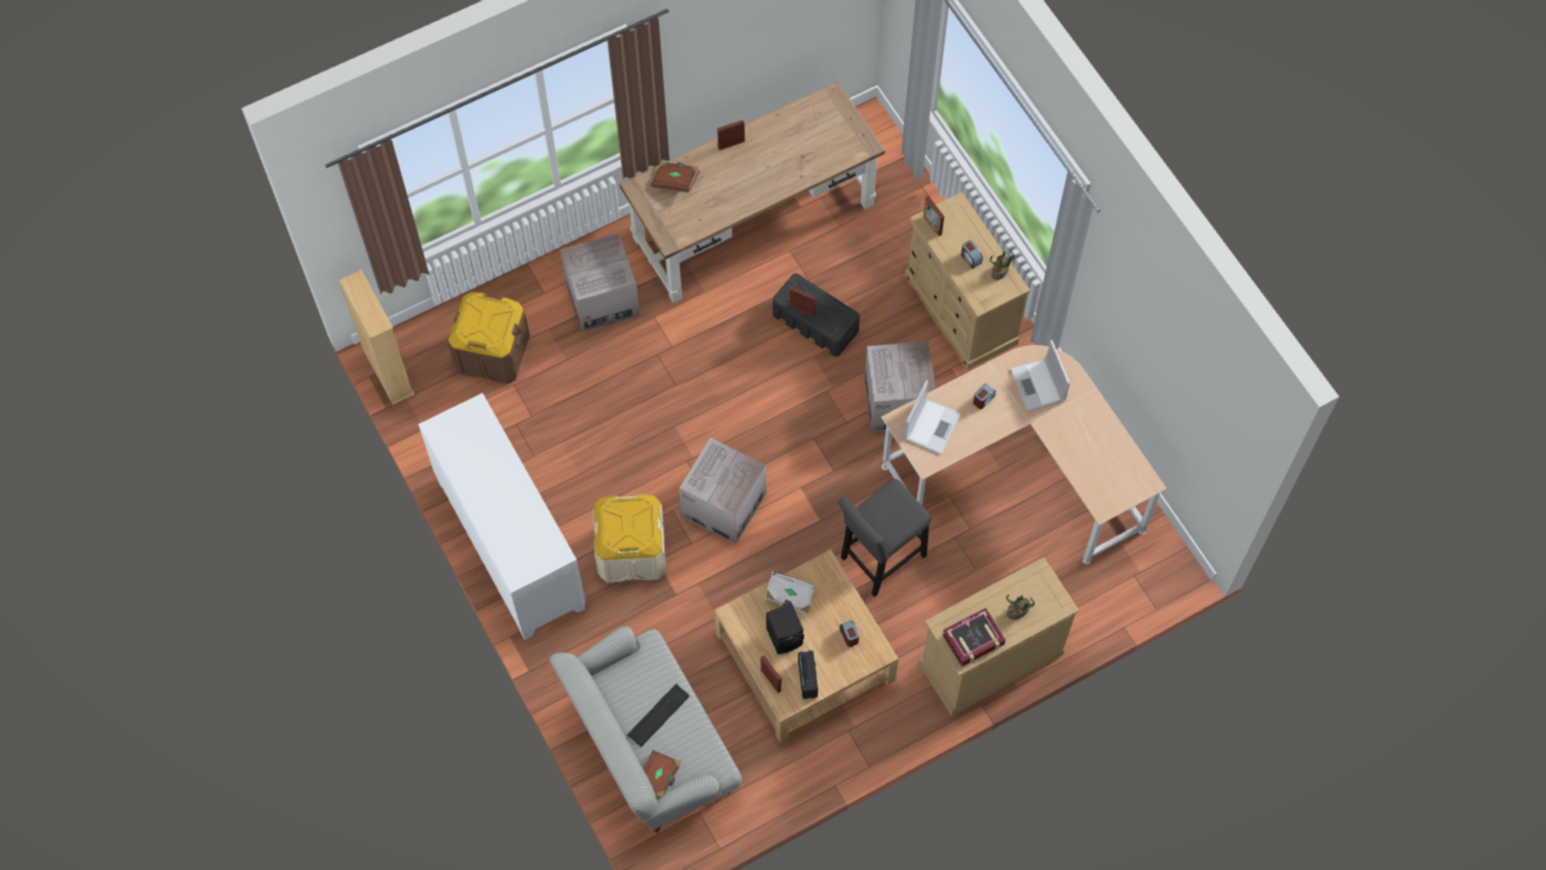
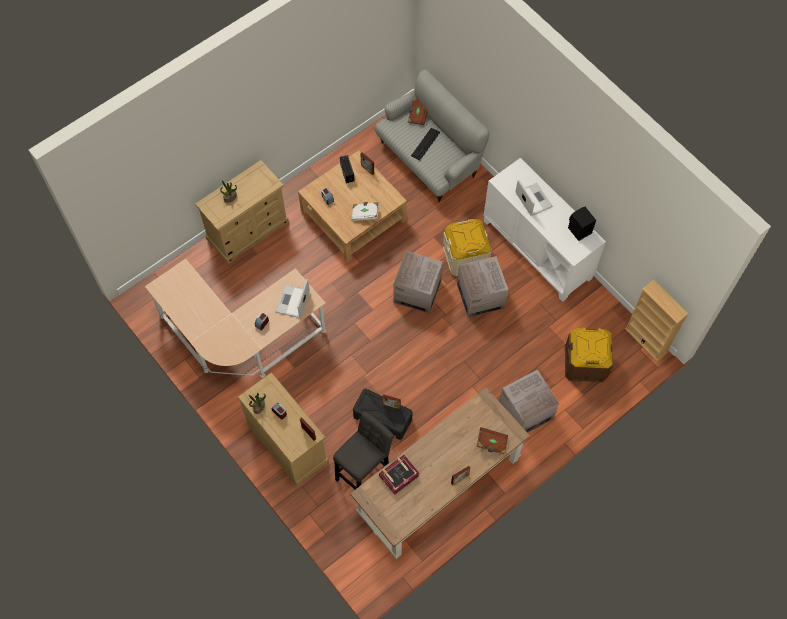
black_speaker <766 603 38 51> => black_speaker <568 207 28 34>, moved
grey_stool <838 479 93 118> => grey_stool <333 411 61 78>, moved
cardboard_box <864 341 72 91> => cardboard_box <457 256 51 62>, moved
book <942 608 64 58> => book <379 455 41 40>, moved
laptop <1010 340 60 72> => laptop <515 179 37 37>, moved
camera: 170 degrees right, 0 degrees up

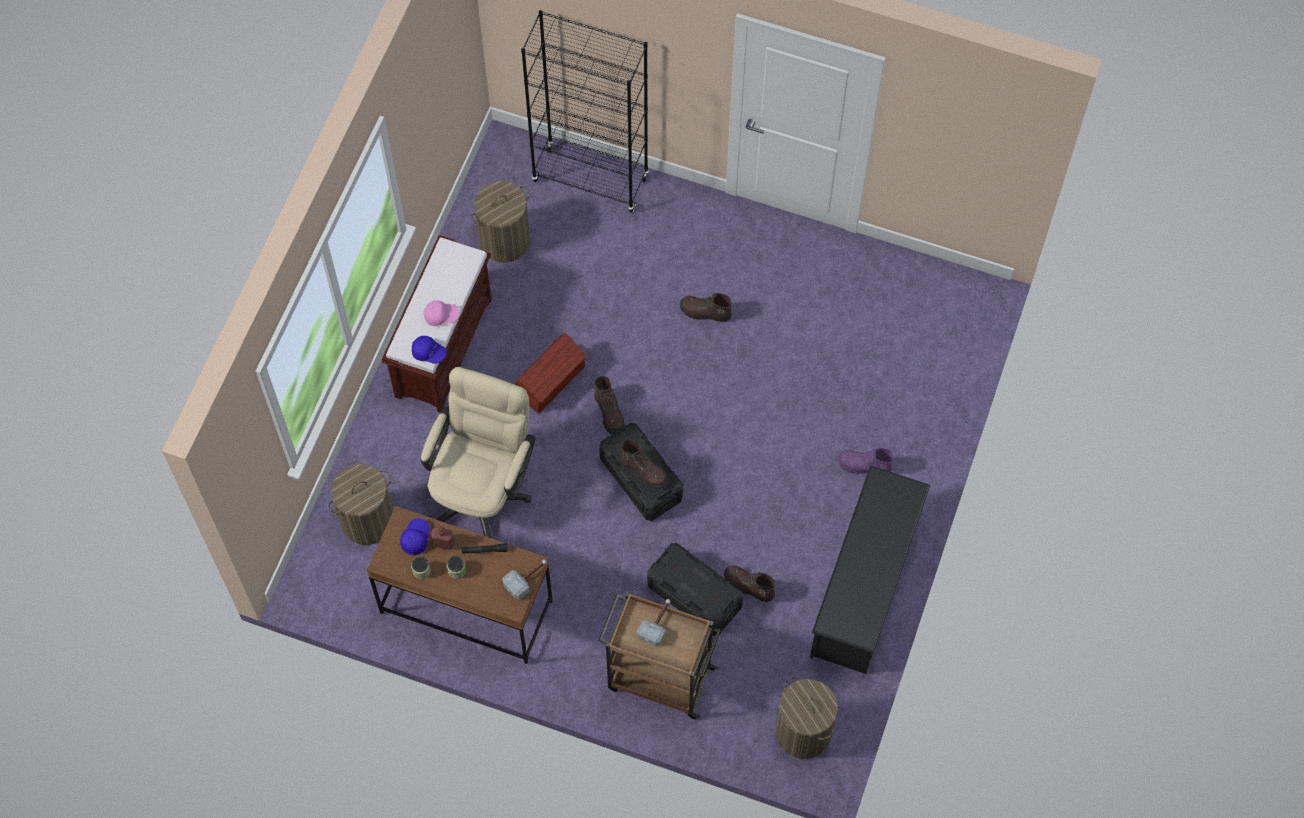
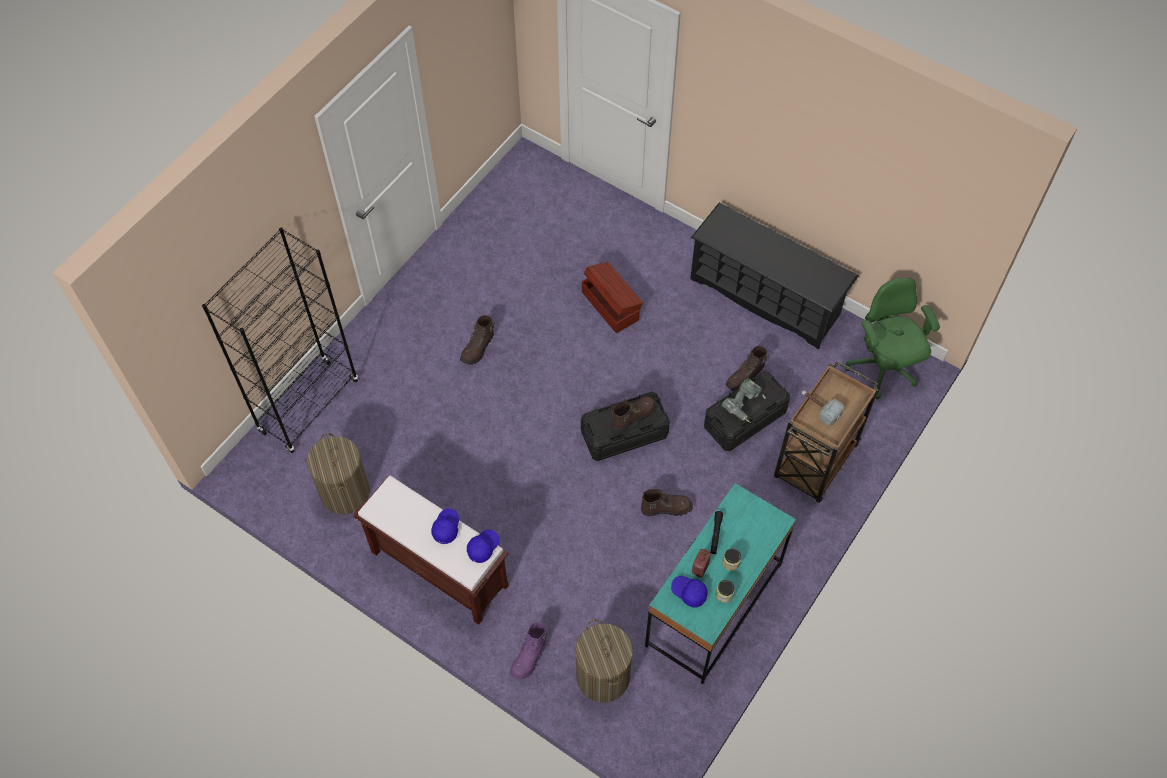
beige_office_chair <421 367 114 171> => nothing
hammer <502 559 45 41> => nothing
nothing => power_drill <722 379 44 44>
brown_storage_box <515 333 72 80> => brown_storage_box <582 262 61 71>, moved
brown_boot <593 376 32 59> => brown_boot <641 489 52 27>, moved
purple_boot <838 448 56 26> => purple_boot <510 622 37 58>, moved
laundry_basket <775 677 63 82> => green_office_chair <845 278 95 121>
brown_desk <367 506 186 158> => turquoise_desk <645 483 151 201>
pink_cap <423 300 37 26> => blue_cap <431 508 28 36>
camera: 75 degrees left, 5 degrees down

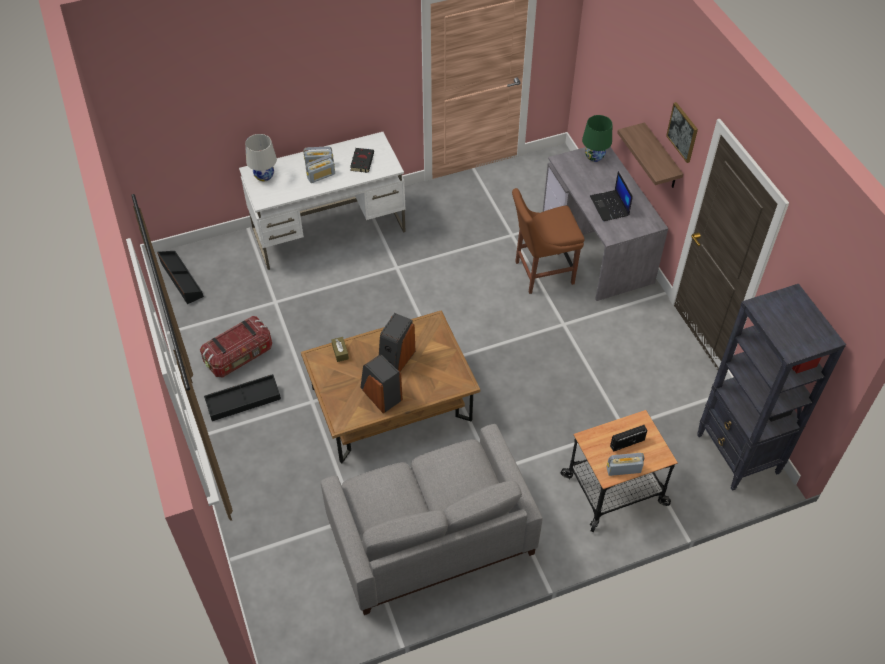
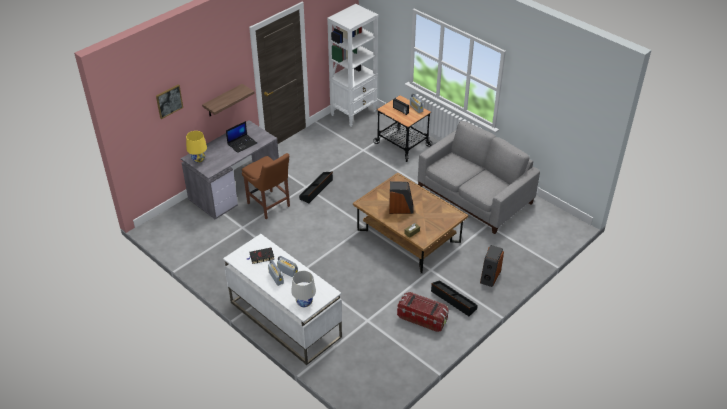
black_storage_box <157 251 47 53> => black_storage_box <299 172 34 31>, moved
speaker <360 354 43 60> => speaker <480 245 24 42>, moved
picture <666 102 32 61> => picture <156 85 27 34>, moved
green_table_lamp <582 115 30 47> => yellow_table_lamp <186 131 21 32>
black_bookcase <697 284 149 207> => white_bookcase <327 4 51 123>
camera: 115 degrees left, 10 degrees down

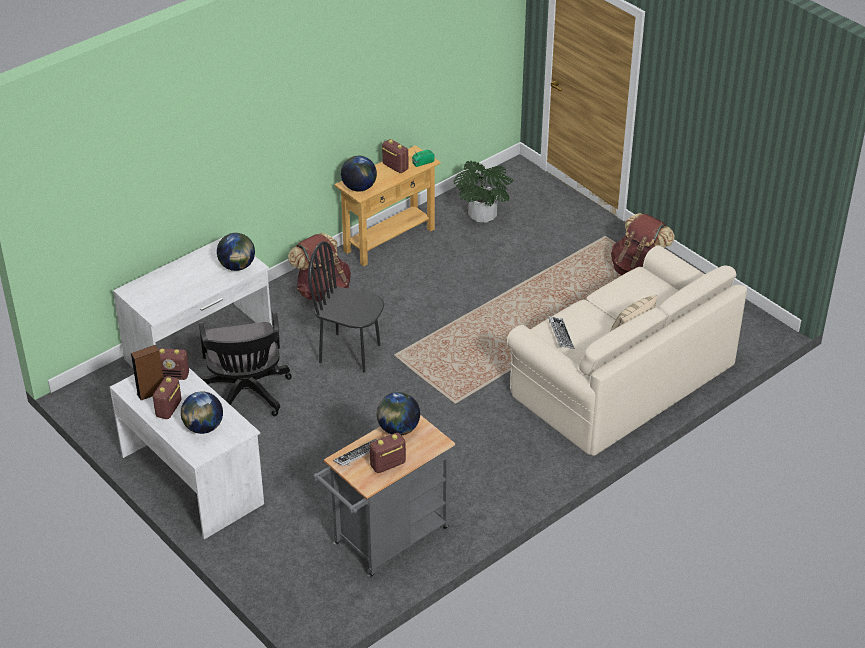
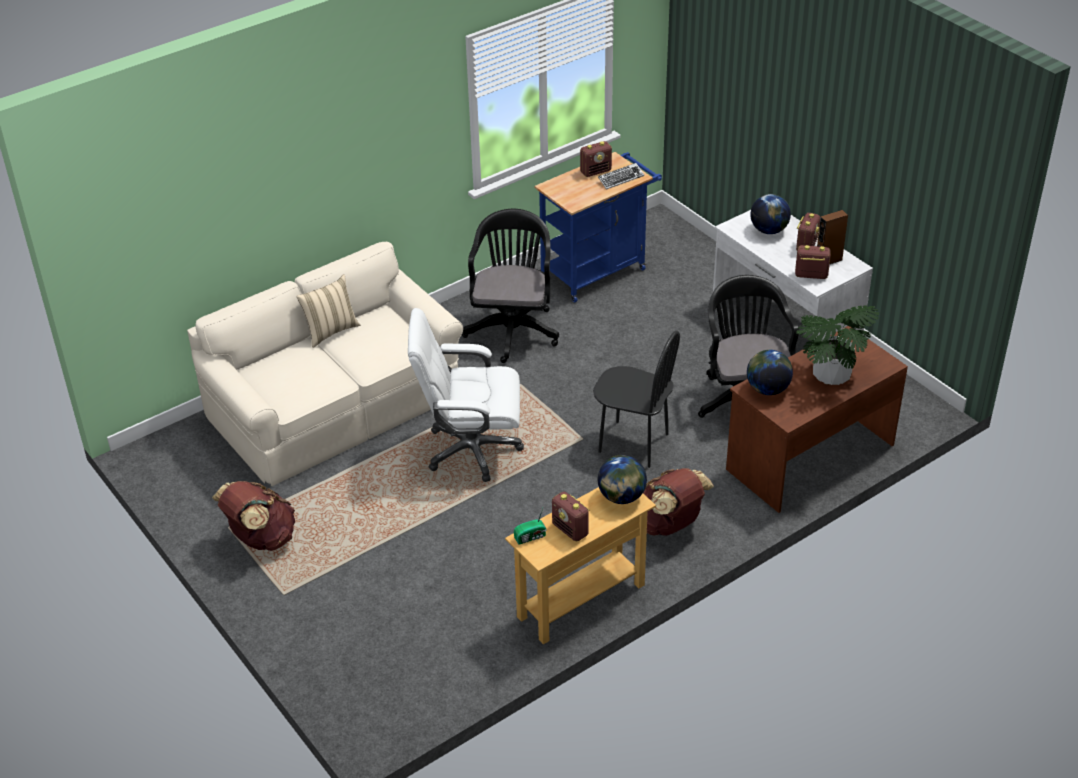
globe <377 392 43 43> => nothing
keyboard <548 316 26 33> => nothing
nothing => white_office_chair <408 308 116 174>
nothing => black_office_chair <462 209 97 154>
potted_plant <453 161 61 62> => potted_plant <796 306 83 79>, moved
white_desk <113 237 159 130> => brown_desk <726 326 182 187>
grey_cart <313 415 142 163> => blue_cart <535 152 127 151>
camera: 175 degrees left, 0 degrees up

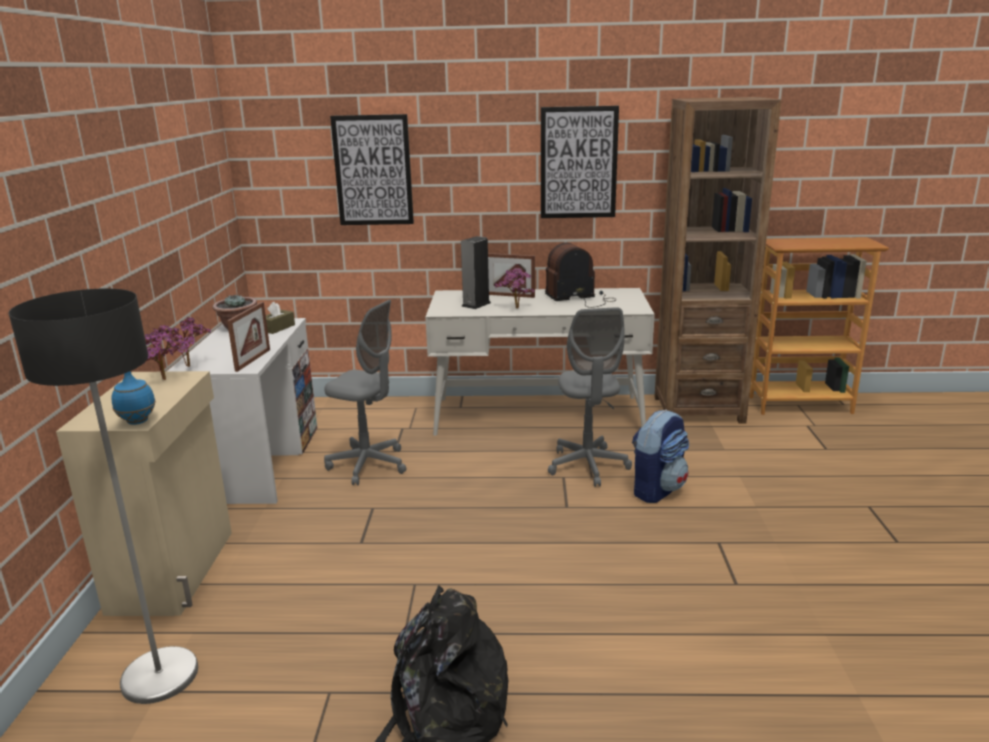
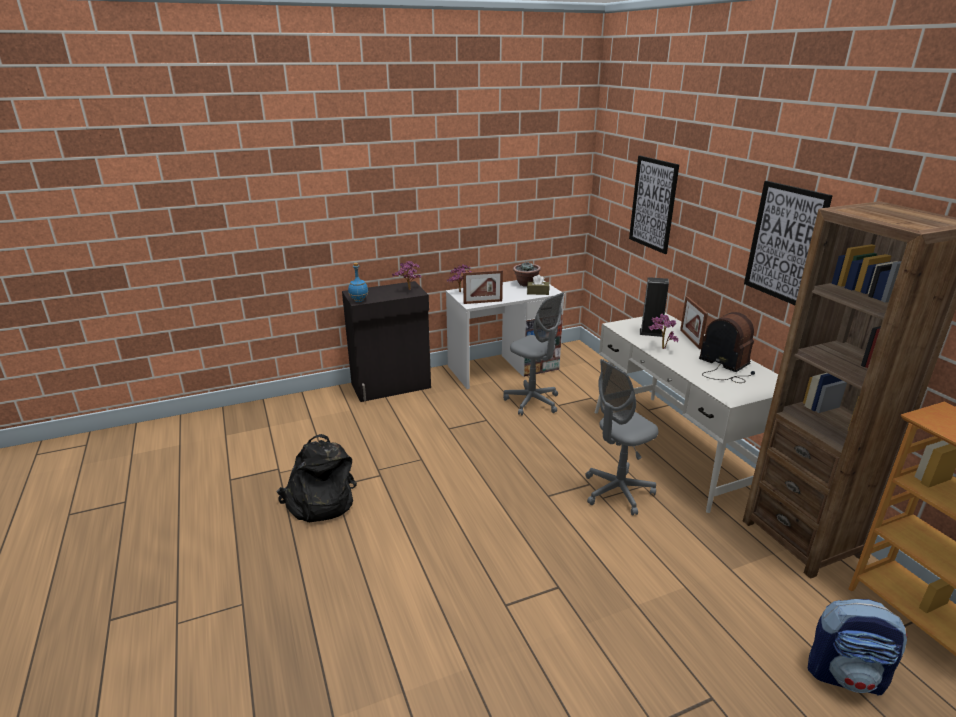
floor_lamp <9 288 189 416> => nothing
backpack <632 410 57 93> => backpack <808 599 99 96>, moved
beige_cabinet <56 371 176 245> => black_cabinet <342 281 89 121>
grey_office_chair <324 300 82 185> => grey_office_chair <503 292 61 123>, 45 degrees counterclockwise
camera: 65 degrees right, 5 degrees up

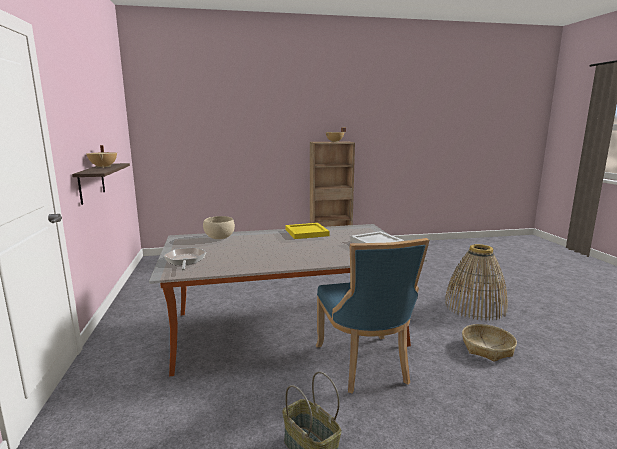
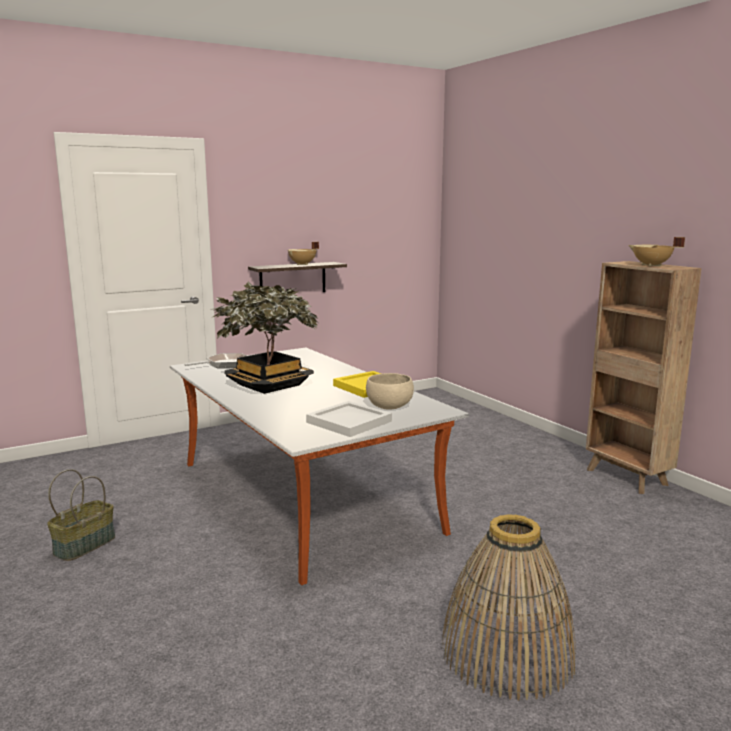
blue_chair <316 238 113 155> => nothing
basket <462 324 55 38> => nothing
nothing => potted_plant <210 282 108 112>
beige_bowl <203 216 32 23> => beige_bowl <366 373 48 36>, moved
camera: 70 degrees right, 0 degrees up

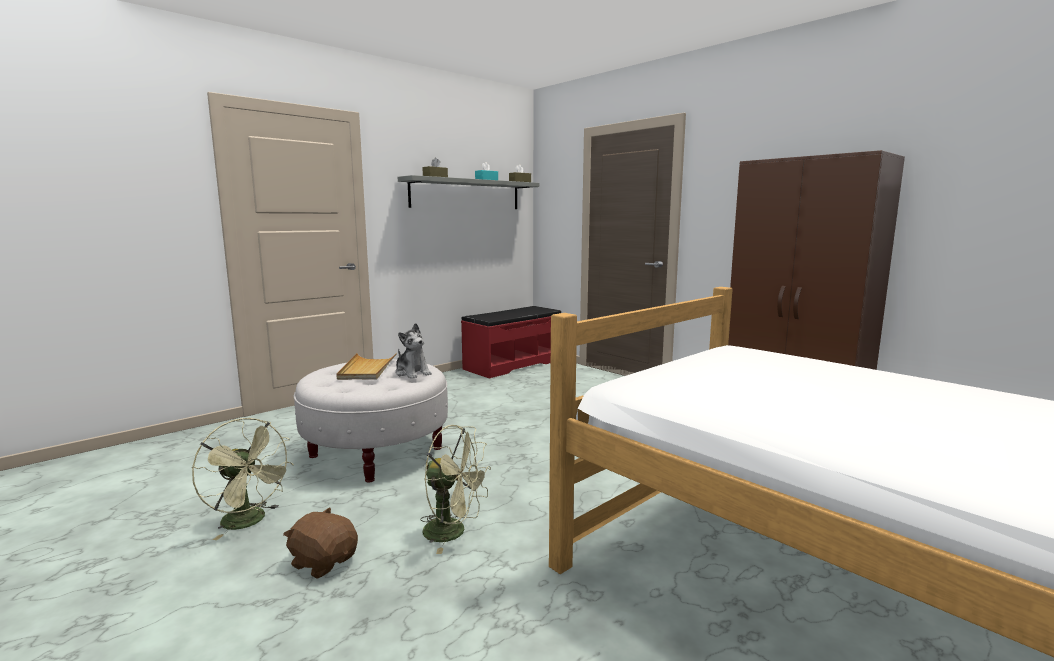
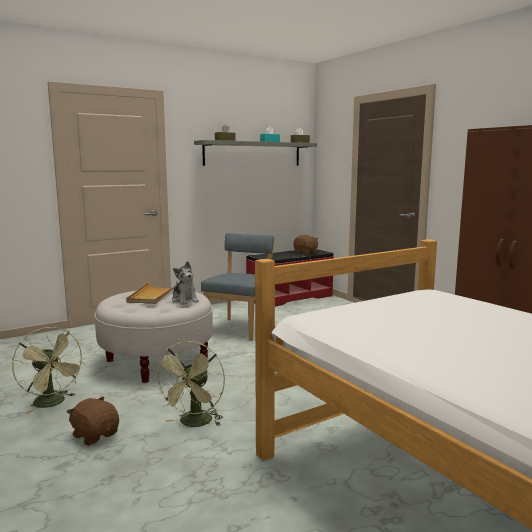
nothing => blue_chair <201 233 73 108>
nothing => brown_plush_toy <293 235 25 20>
green_fan <420 425 71 129> => green_fan <153 341 72 86>, 75 degrees clockwise
camera: 10 degrees right, 0 degrees up

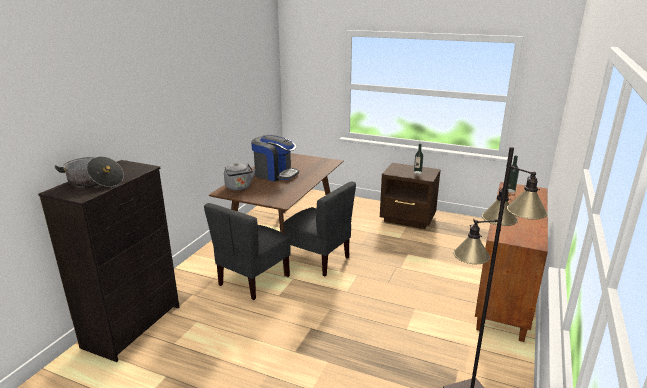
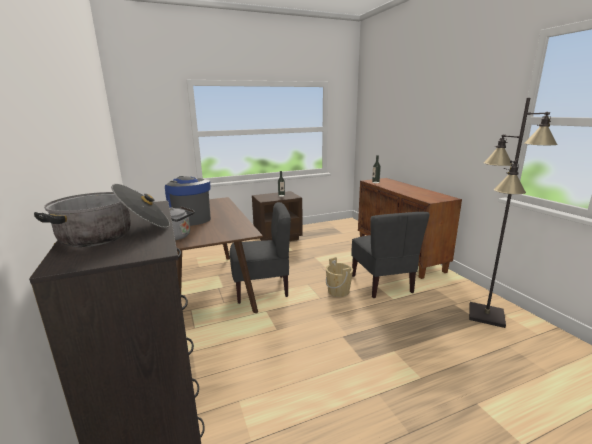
nothing => beige_bucket <326 257 27 40>
grey_chair <204 203 87 97> => grey_chair <352 212 78 86>, moved
coffee_machine <251 135 48 46> => coffee_machine <165 176 46 50>, 105 degrees counterclockwise
camera: 45 degrees left, 5 degrees down

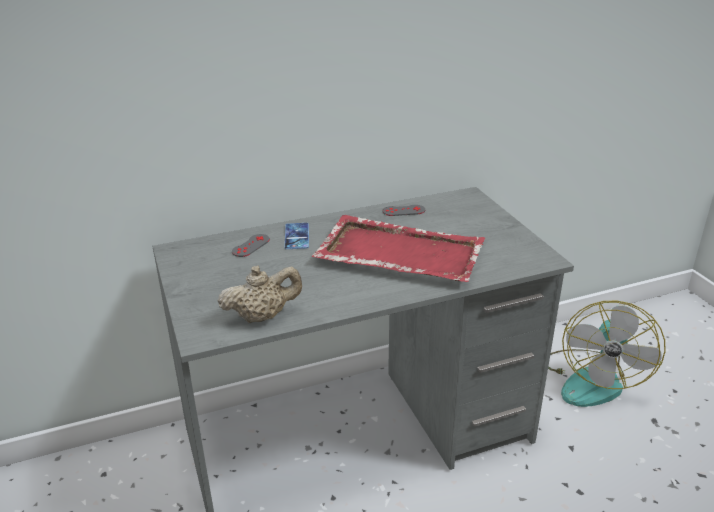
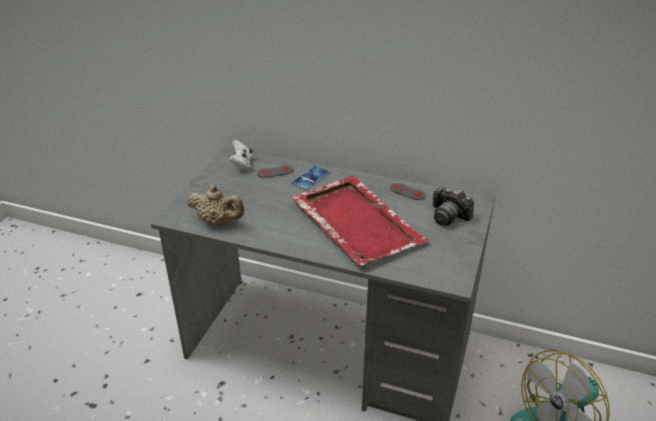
nothing => white_game_controller <229 140 24 31>
nothing => photo_camera <433 187 41 39>
camera: 40 degrees right, 5 degrees up

